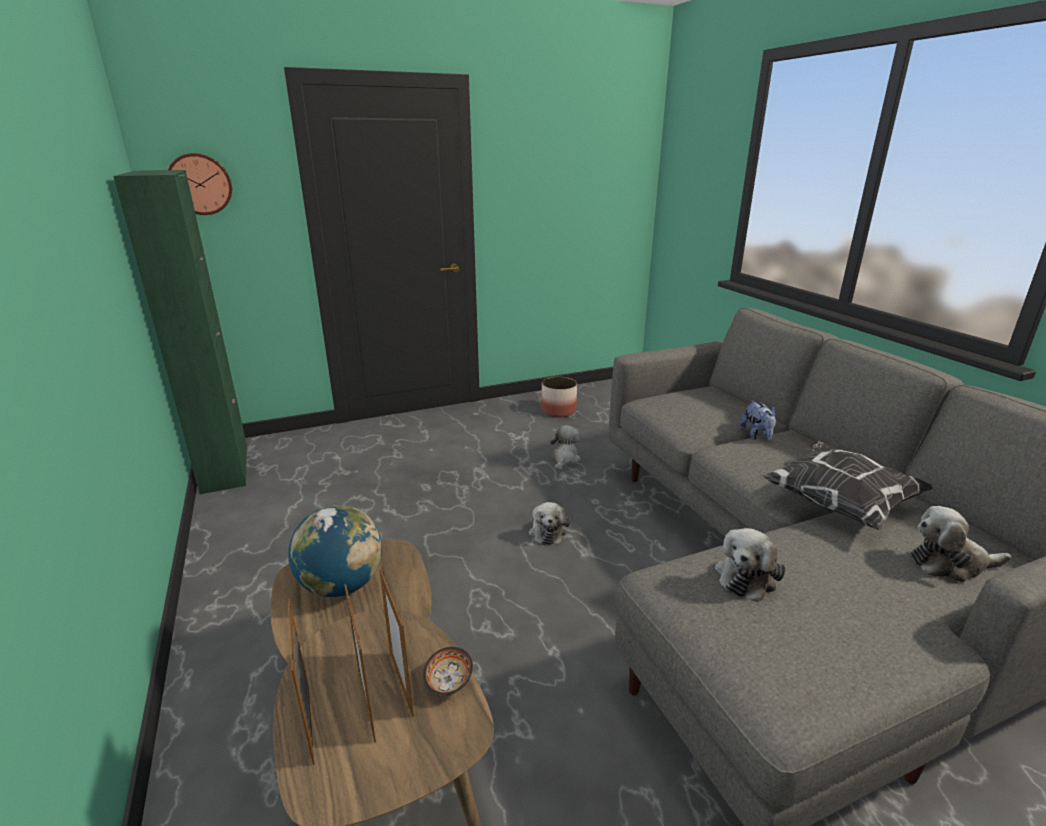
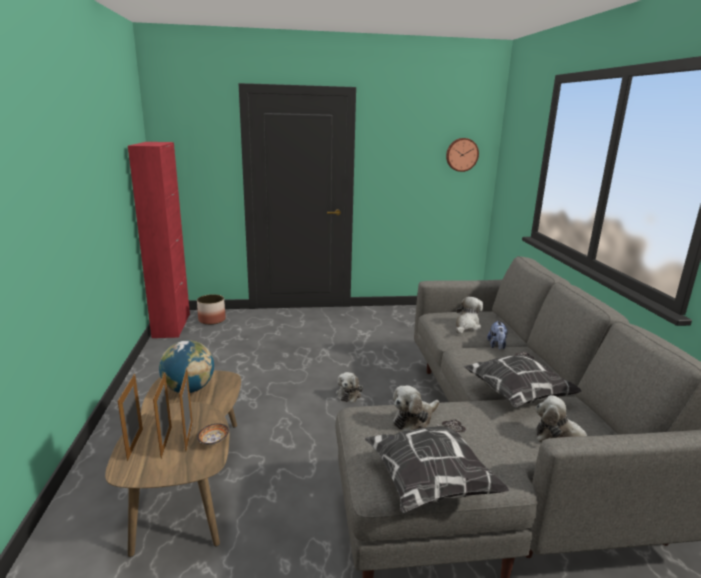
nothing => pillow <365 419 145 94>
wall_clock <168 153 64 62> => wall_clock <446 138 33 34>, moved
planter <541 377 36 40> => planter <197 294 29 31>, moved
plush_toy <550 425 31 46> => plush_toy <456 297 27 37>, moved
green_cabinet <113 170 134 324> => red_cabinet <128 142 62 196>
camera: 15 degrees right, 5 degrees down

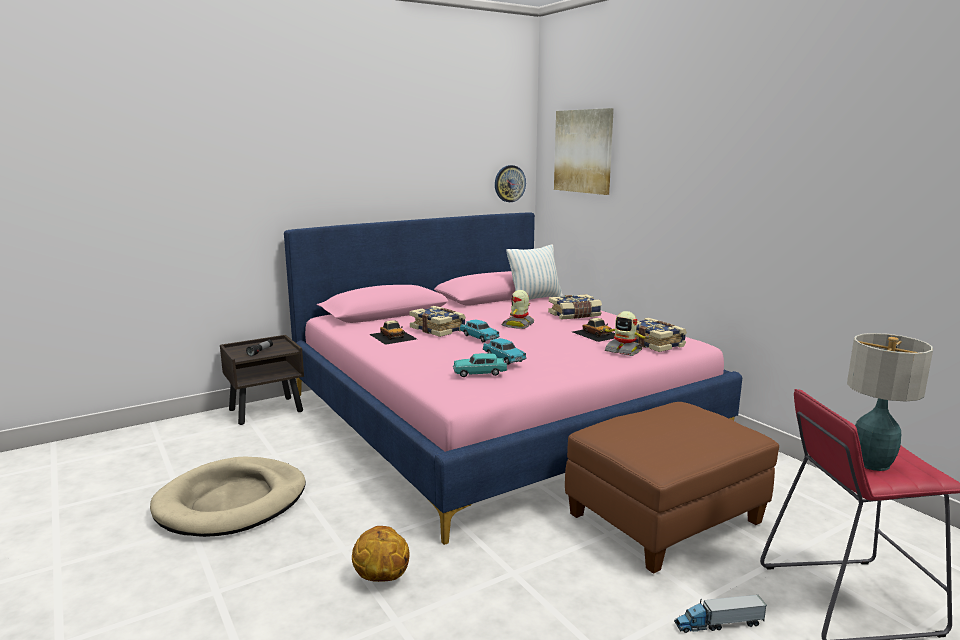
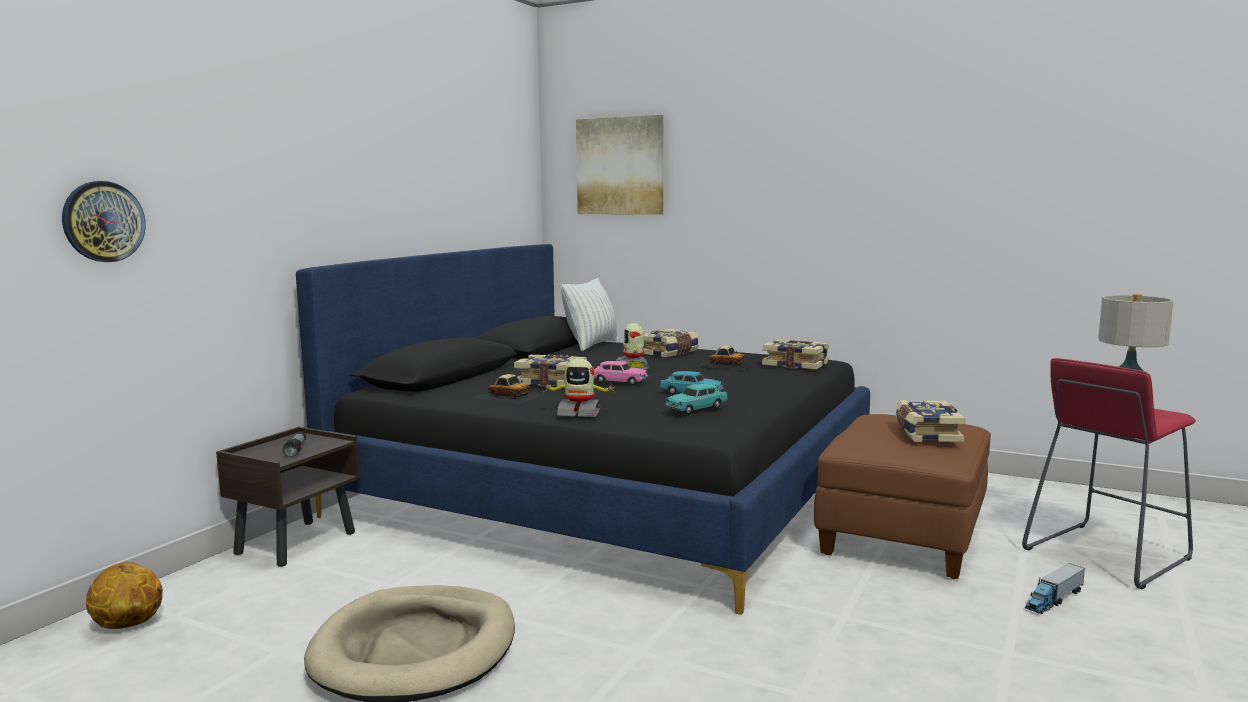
nothing => book <896 400 70 42>
basketball <352 526 58 56> => basketball <86 562 77 67>, moved
wall_clock <495 165 31 37> => wall_clock <62 181 84 81>, moved
toy_robot <601 311 51 45> => toy_robot <544 358 72 59>, moved
pink_bed <284 213 458 332> => black_bed <296 244 574 371>
turquoise_toy_car <459 320 41 22> => pink_toy_car <594 361 54 24>
camera: 30 degrees left, 5 degrees down

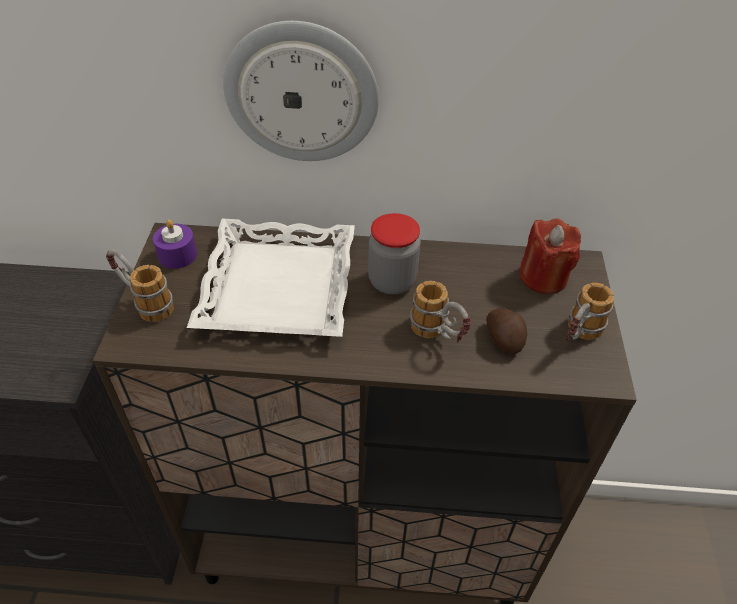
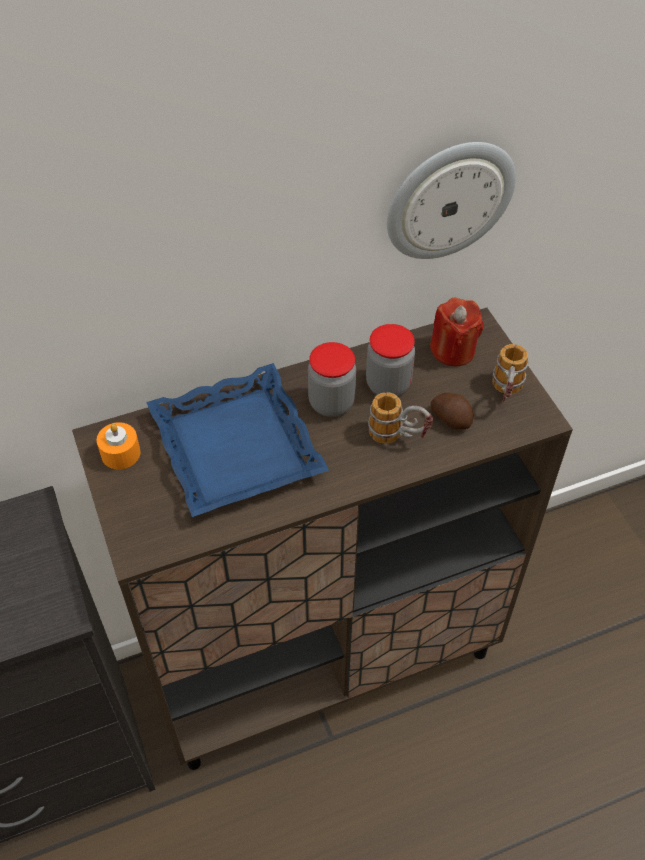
mug <106 250 68 72> => nothing
nothing => jar <366 324 49 72>
wall_clock <223 21 156 140> => wall_clock <387 142 129 117>, moved
purple_candle <153 220 44 49> => orange_candle <97 422 44 48>
white_tray <187 219 168 118> => blue_tray <146 363 183 154>
camera: 25 degrees left, 5 degrees up

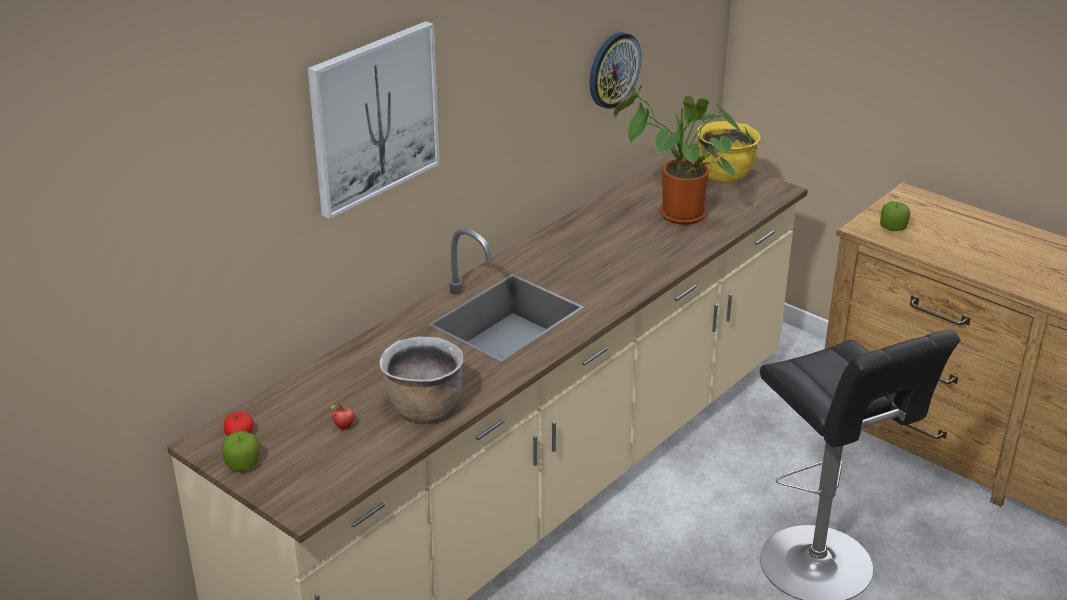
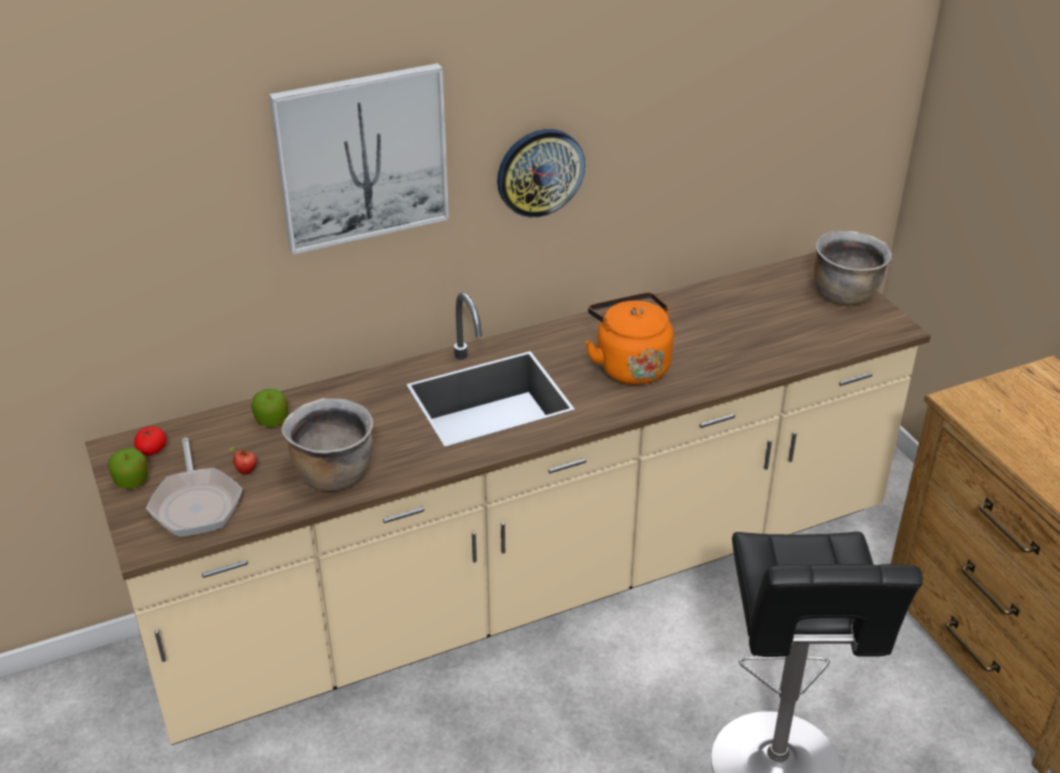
potted_plant <613 85 140 140> => nothing
nothing => frying_pan <146 438 97 99>
nothing => orange_kettle <585 292 89 93>
wall_clock <590 32 51 77> => wall_clock <497 129 88 88>, moved
apple <880 201 30 30> => apple <251 389 37 38>, moved
yellow_cooking_pot <697 121 64 62> => brown_cooking_pot <814 231 78 74>
camera: 25 degrees right, 5 degrees up

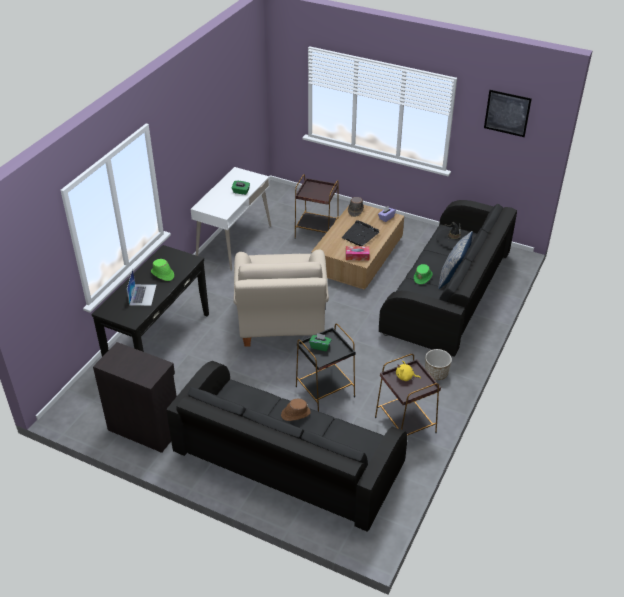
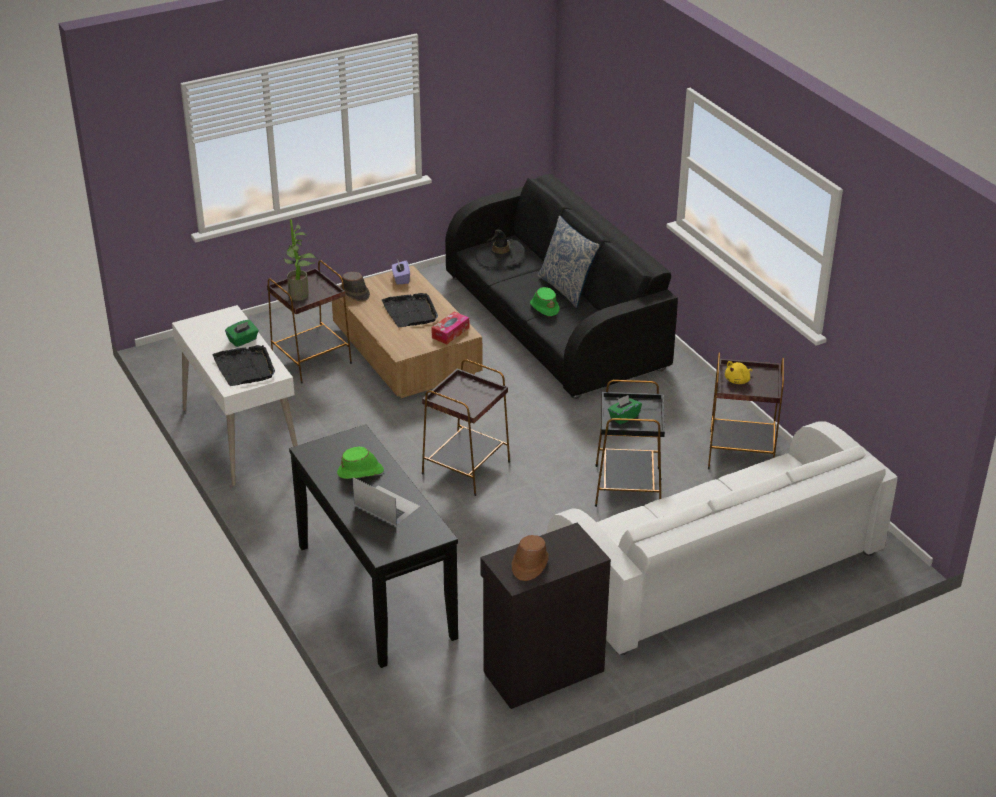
planter <425 349 27 31> => nothing
picture <484 90 48 47> => nothing
nothing => black_tray <212 345 63 41>
nothing => potted_plant <283 219 35 82>
brown_hat <281 399 30 22> => brown_hat <511 535 38 46>, moved
beige_armchair <233 250 96 97> => brown_side_table <422 359 88 137>
black_sofa <166 361 241 171> => white_sofa <547 422 351 233>
camera: 55 degrees left, 5 degrees down

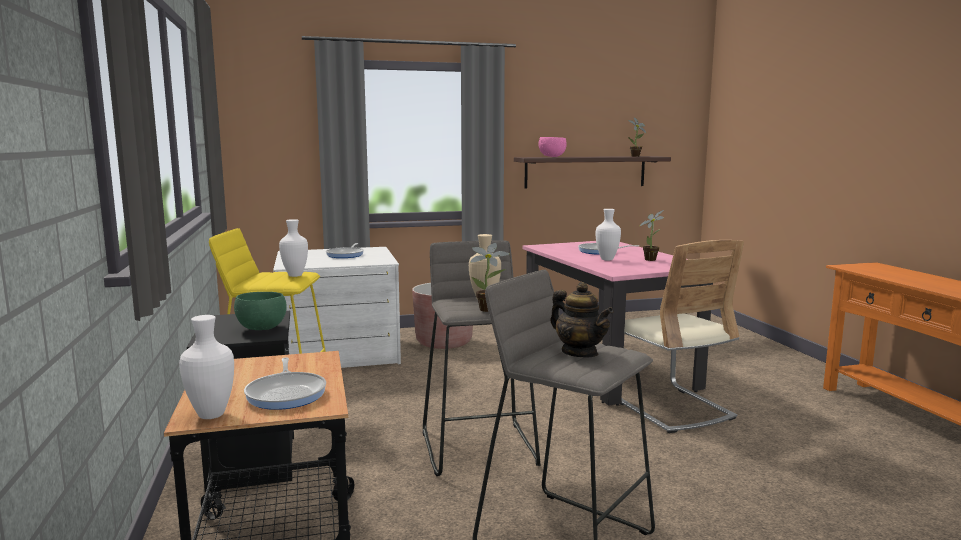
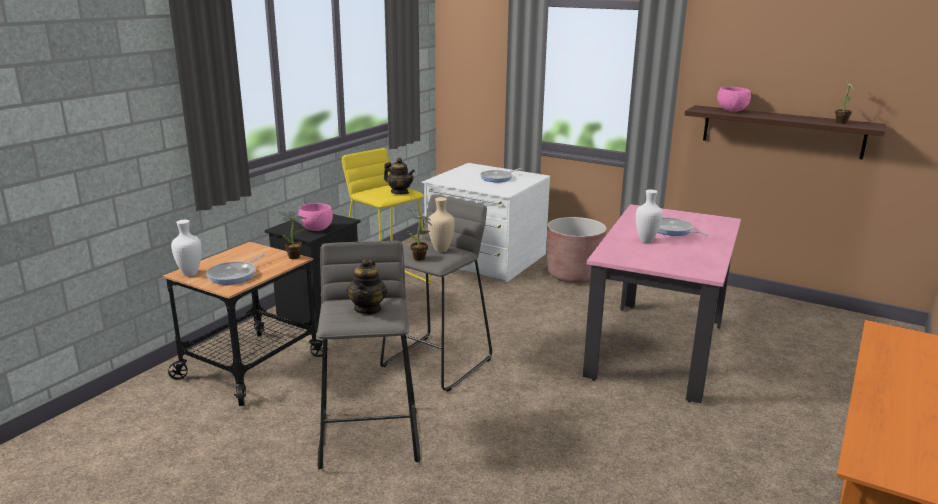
beige_chair <621 240 123 193> => nothing
potted_plant <640 210 24 51> => potted_plant <277 211 30 48>, moved
white_vase <279 219 29 58> => teapot <384 158 31 36>
green_bowl <234 292 53 38> => pink_bowl <298 203 35 28>
camera: 45 degrees right, 10 degrees up

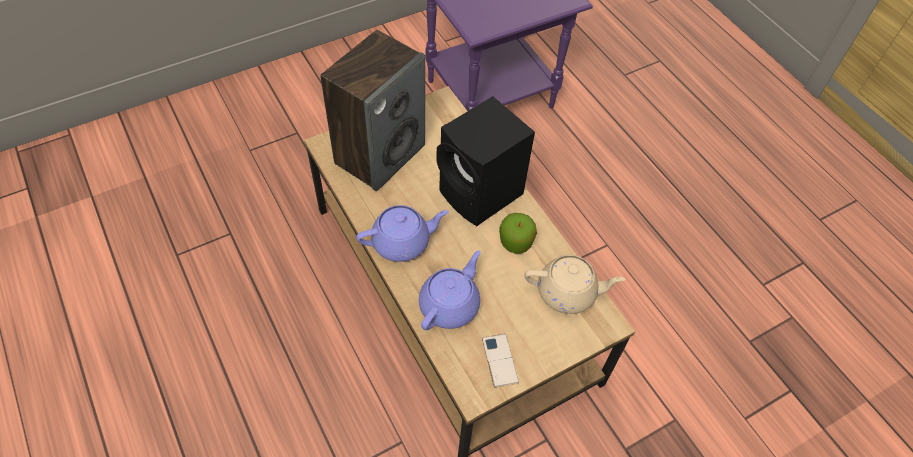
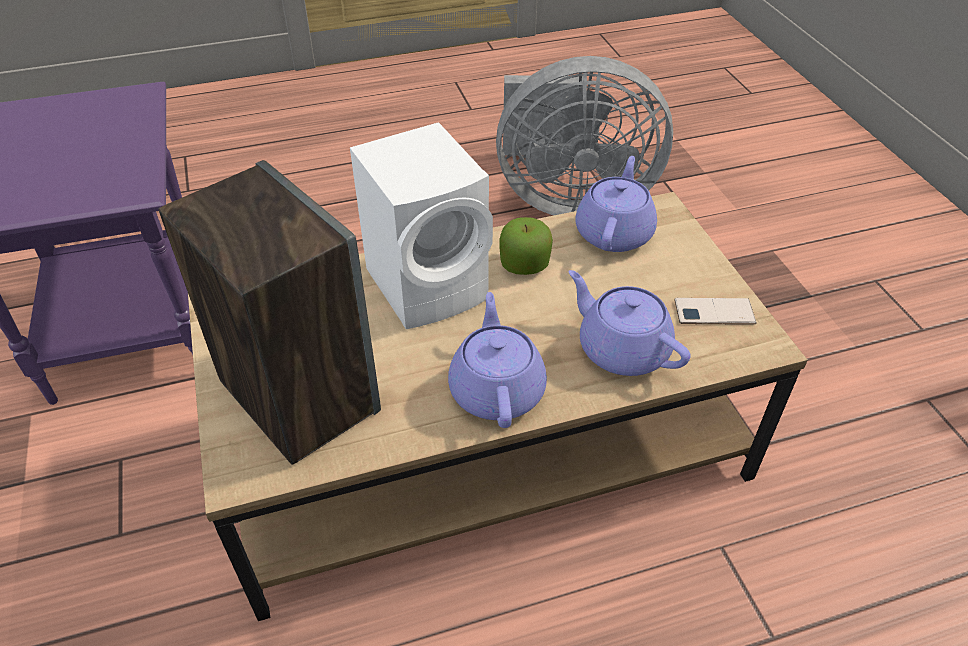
nothing => grey_fan <496 56 177 159>
black_speaker <436 96 99 130> => white_speaker <350 122 143 207>
beige_teapot <525 255 100 59> => purple_teapot <576 156 81 96>
camera: 75 degrees left, 10 degrees down

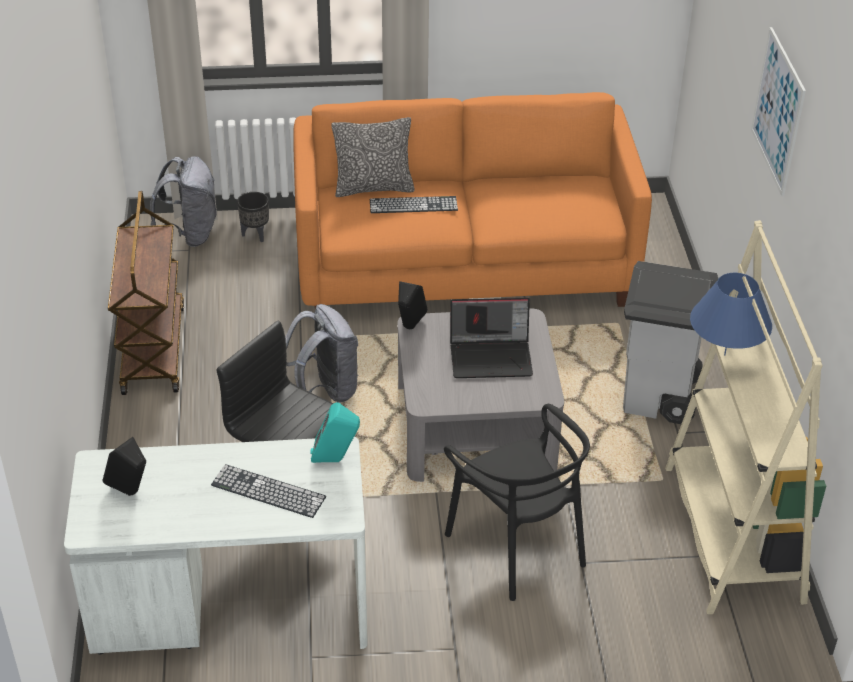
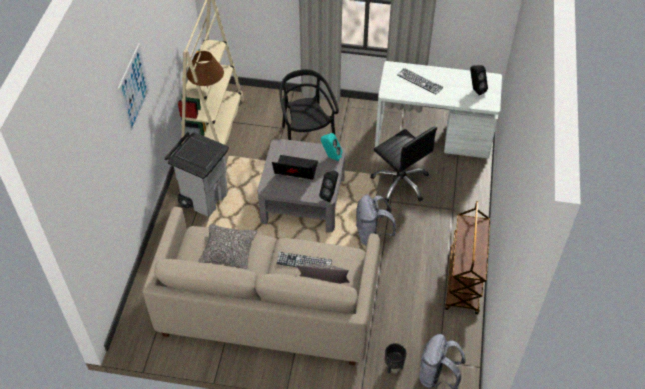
nothing => pillow <198 224 59 45>
turquoise_speaker <310 402 50 61> => turquoise_speaker <321 133 21 28>, moved
orange_sofa <293 92 359 217> => beige_sofa <143 207 237 159>
blue_table_lamp <690 273 82 83> => brown_table_lamp <187 51 37 37>
camera: 165 degrees left, 10 degrees up

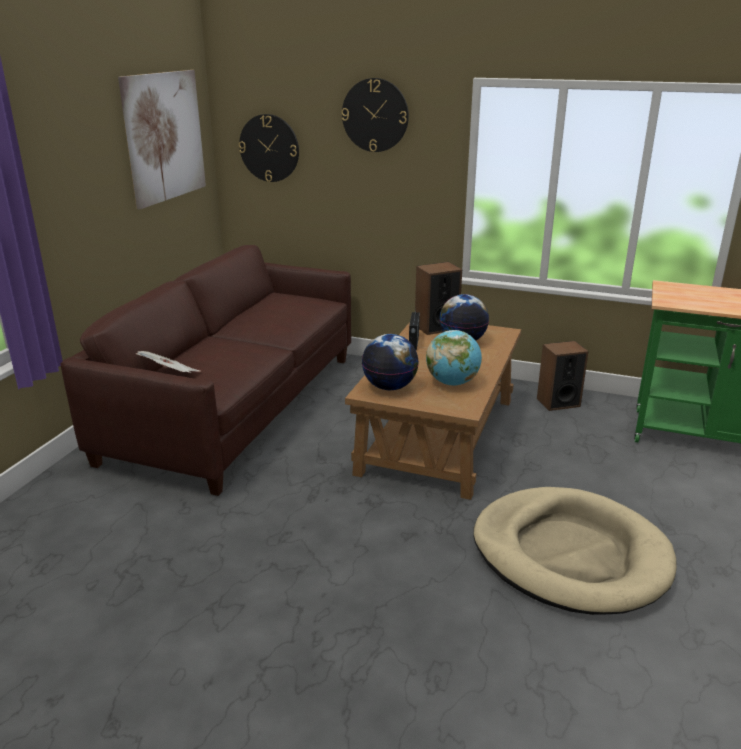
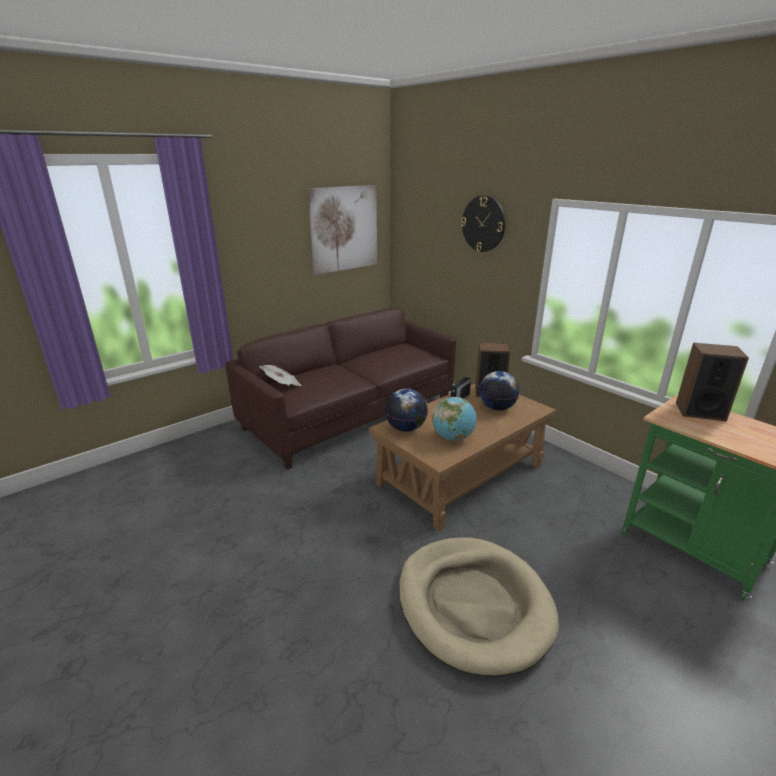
wall_clock <239 114 60 68> => nothing
speaker <537 341 52 70> => speaker <676 343 73 79>, moved
camera: 30 degrees right, 0 degrees up

